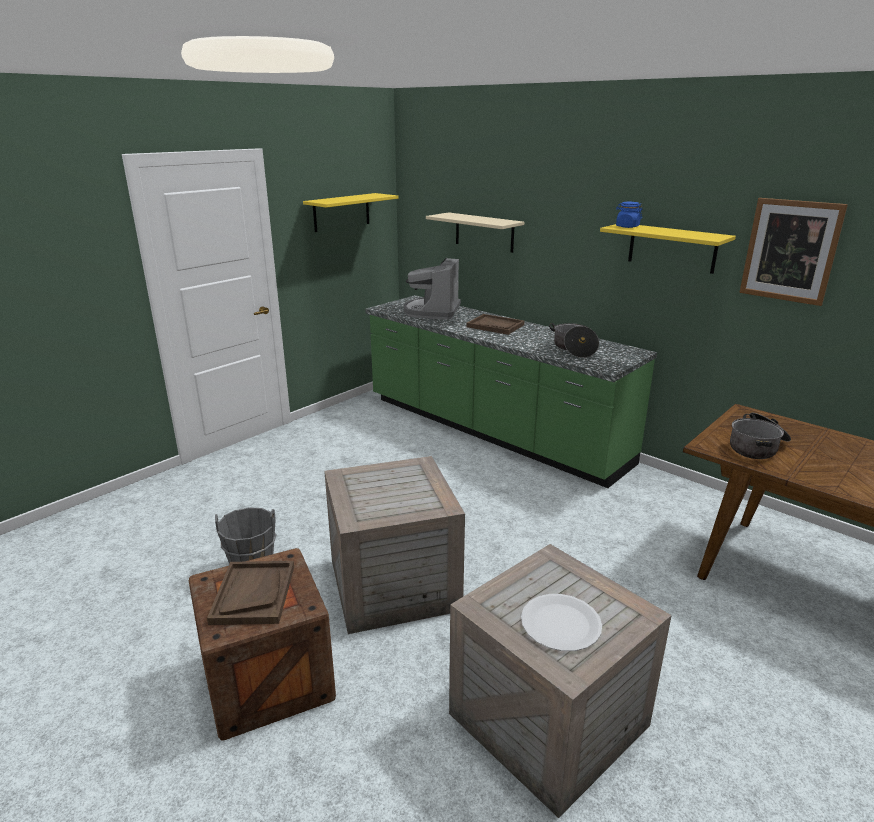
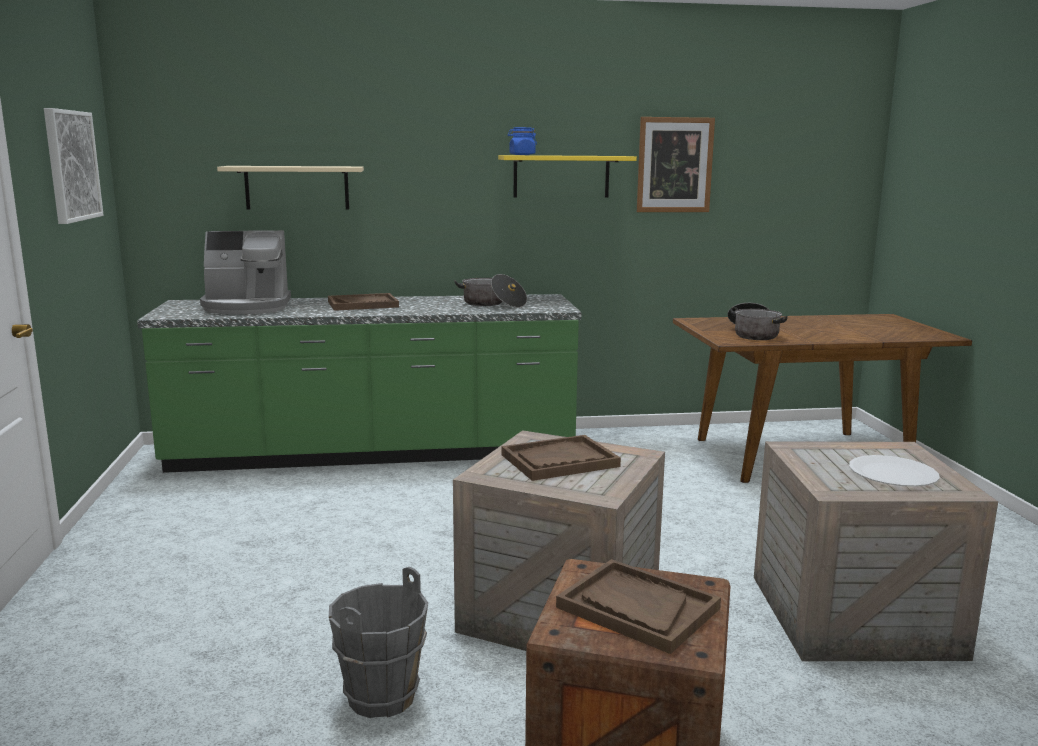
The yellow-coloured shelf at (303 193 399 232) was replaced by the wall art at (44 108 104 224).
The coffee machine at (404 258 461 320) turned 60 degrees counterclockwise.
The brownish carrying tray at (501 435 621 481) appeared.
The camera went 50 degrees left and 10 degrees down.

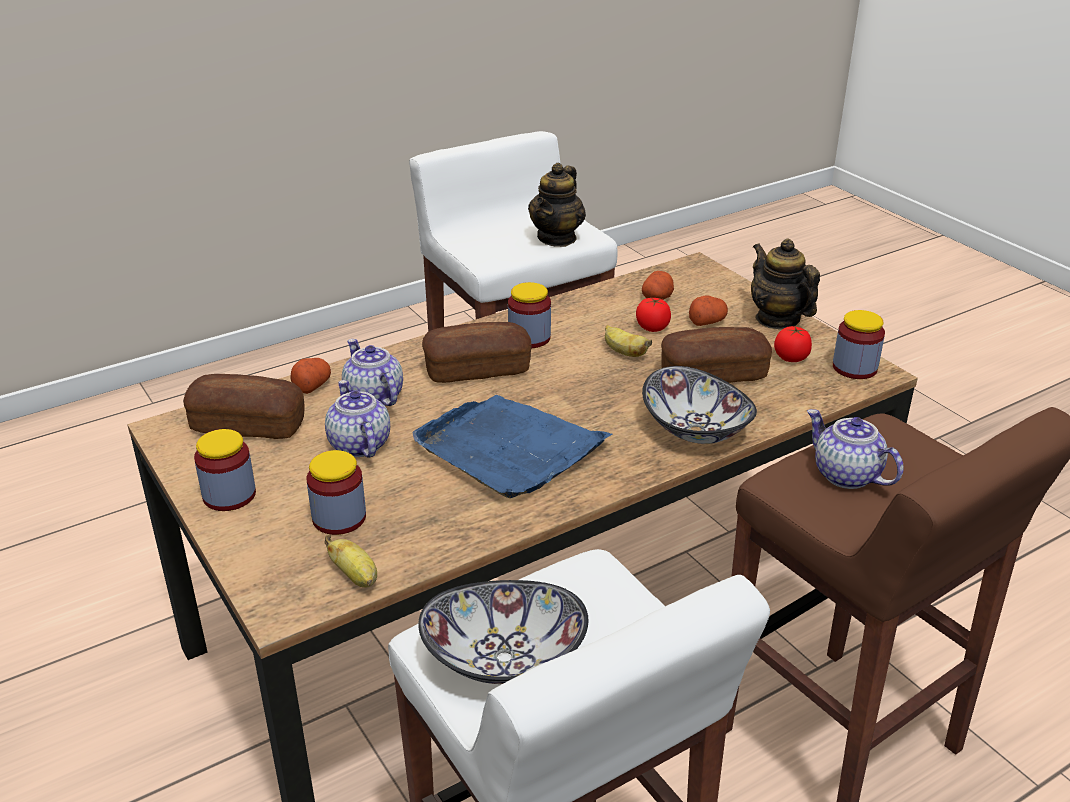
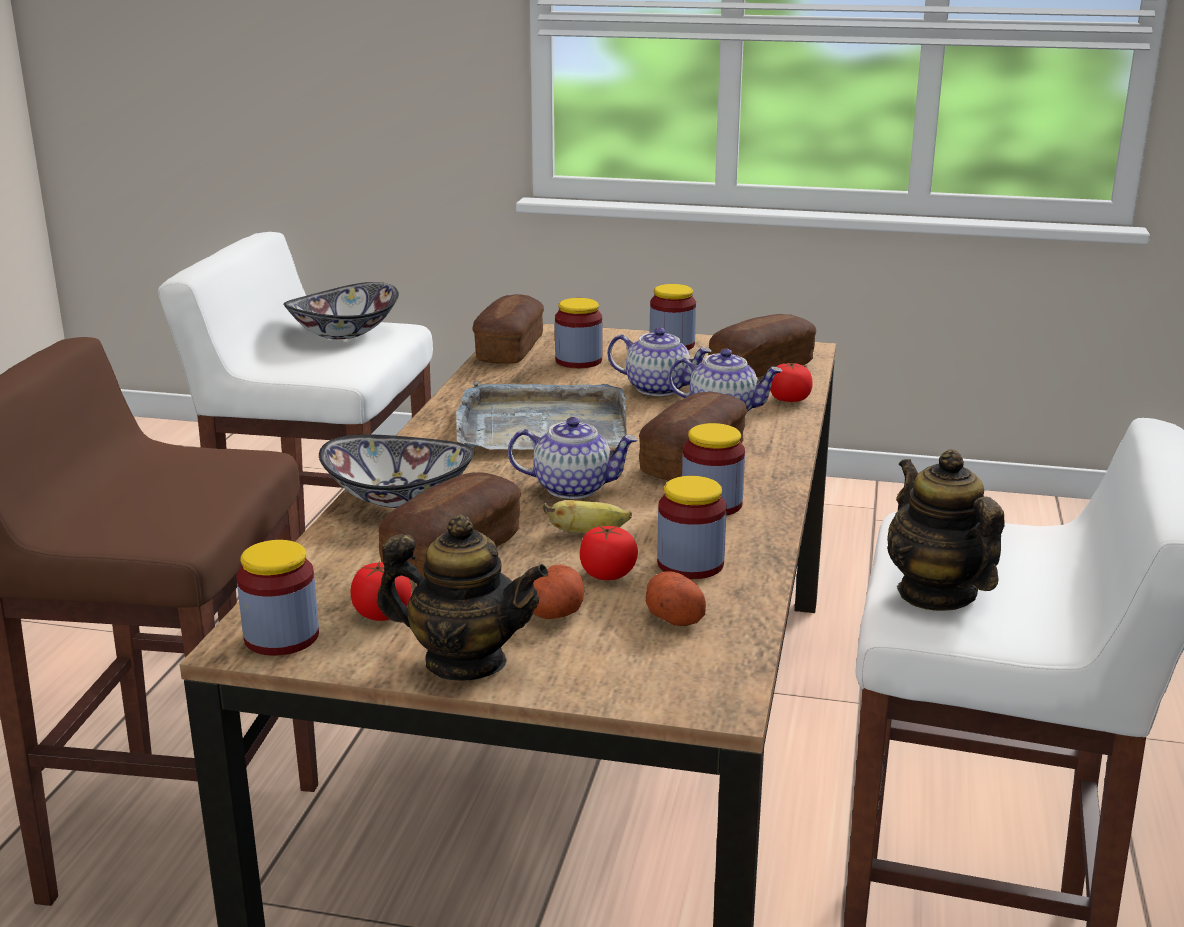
The spud at (290 358 331 394) was replaced by the whole tomato at (770 362 813 402).
The whole banana at (325 535 377 587) was replaced by the bread at (472 294 544 364).
The blue-coloured carrying tray at (413 395 612 498) became the grey carrying tray at (456 381 627 450).
The tea pot moved from (807 409 903 489) to (508 417 638 499).
The preserve jar at (657 476 727 579) appeared.
The camera went 135 degrees right and 10 degrees down.

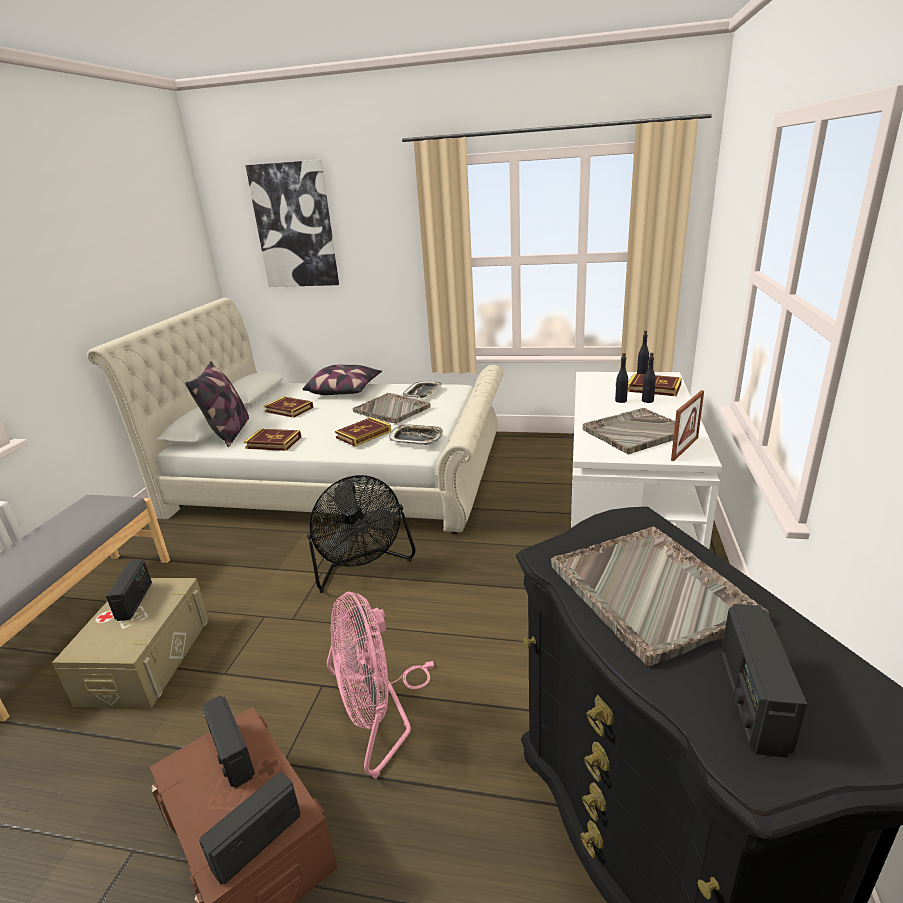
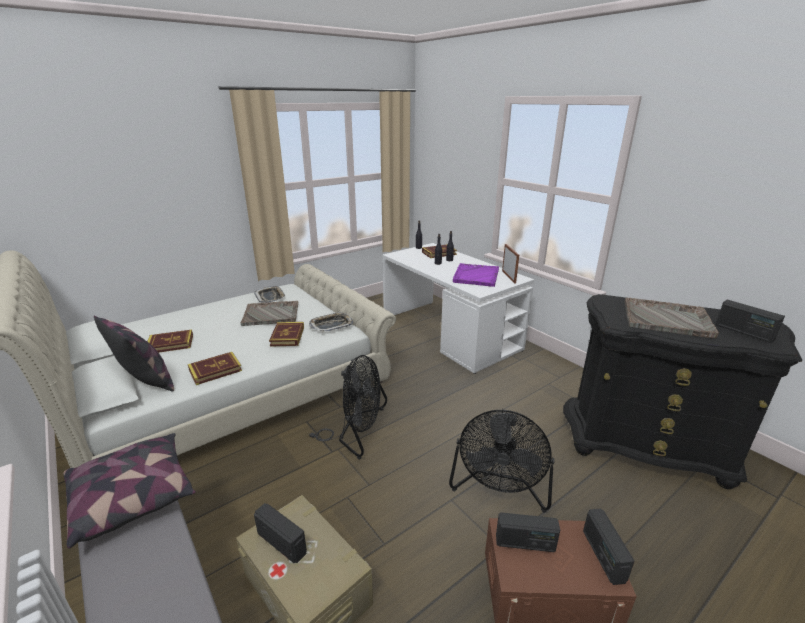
The wall art at (245 160 339 287) disappeared.
The pillow moved from (303 365 382 395) to (63 433 196 549).
The pink electric fan at (327 592 436 779) became the black electric fan at (449 409 555 513).
The grey carrying tray at (583 408 675 455) became the purple-coloured carrying tray at (453 263 499 287).
The camera went 50 degrees left and 0 degrees up.

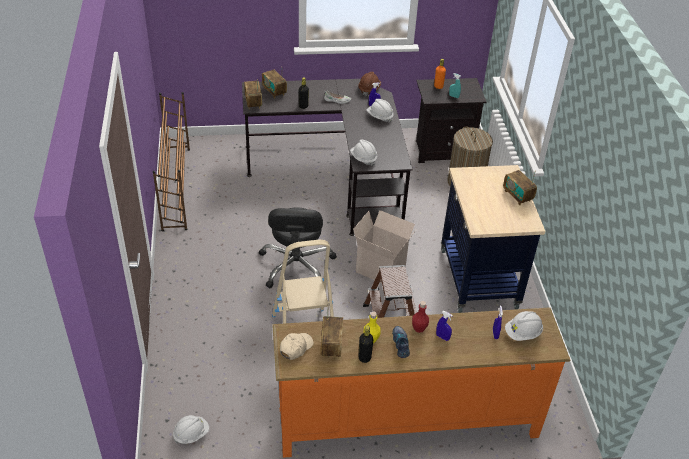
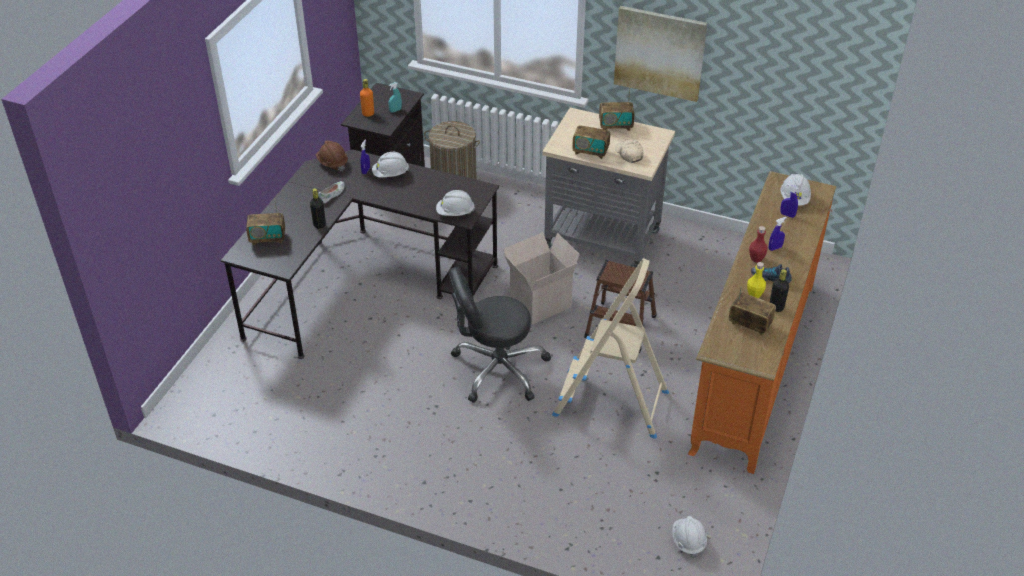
The brownish shoe shelf at (153 92 190 231) disappeared.
The radio moved from (244 79 262 109) to (572 115 610 159).
The black computer chair at (259 207 337 288) turned 135 degrees clockwise.
The beige-coloured baseball cap moved from (280 333 314 360) to (615 139 643 163).
The blue-coloured cart at (441 165 545 313) became the grey cart at (542 108 675 268).
The wall art at (614 6 708 102) appeared.
The camera went 60 degrees left and 0 degrees up.

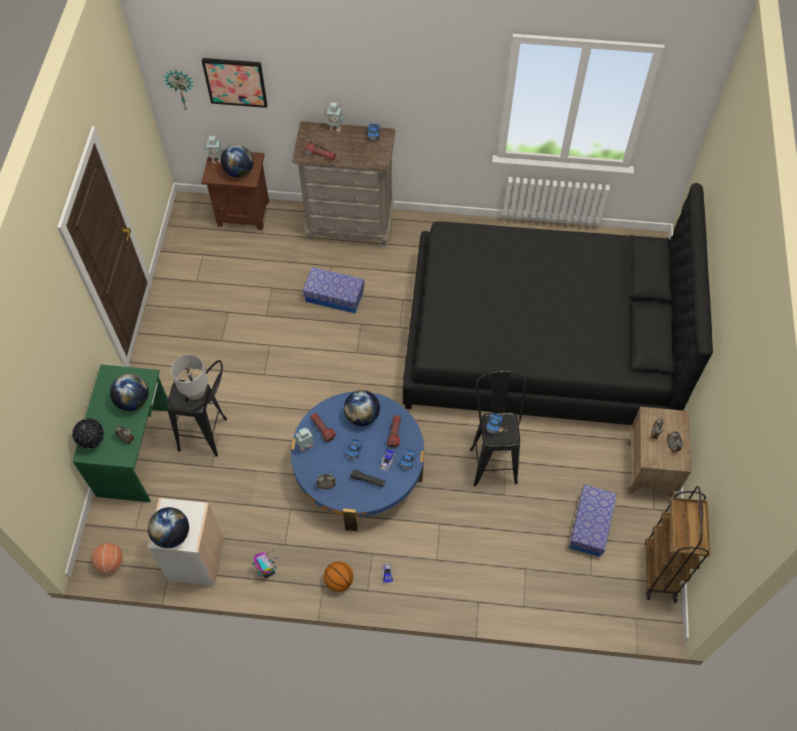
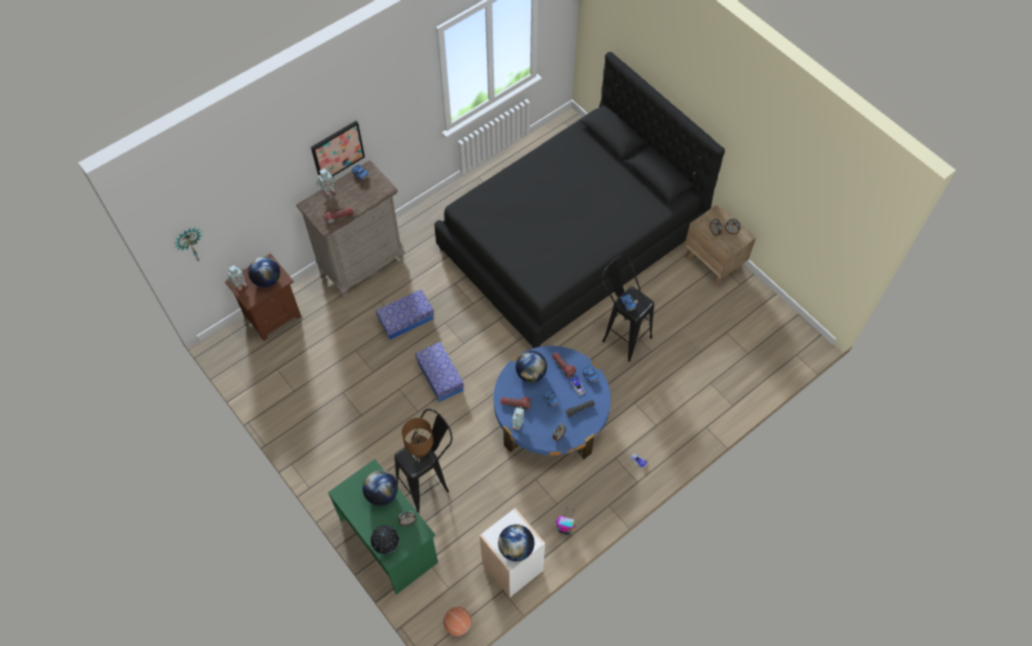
The white lamp for a table at (171 355 208 401) became the brownish lamp for a table at (402 418 433 458).
The wall art moved from (202 58 267 108) to (311 121 365 177).
The basketball at (324 561 353 592) disappeared.
The storage box moved from (569 485 617 557) to (415 342 464 402).
The brownish cart at (645 486 711 603) disappeared.
The camera went 45 degrees left and 0 degrees up.

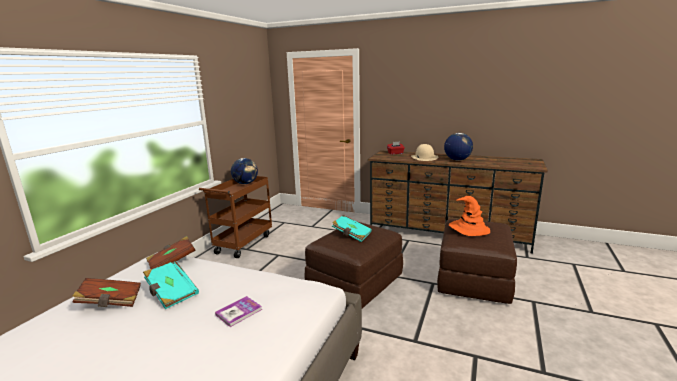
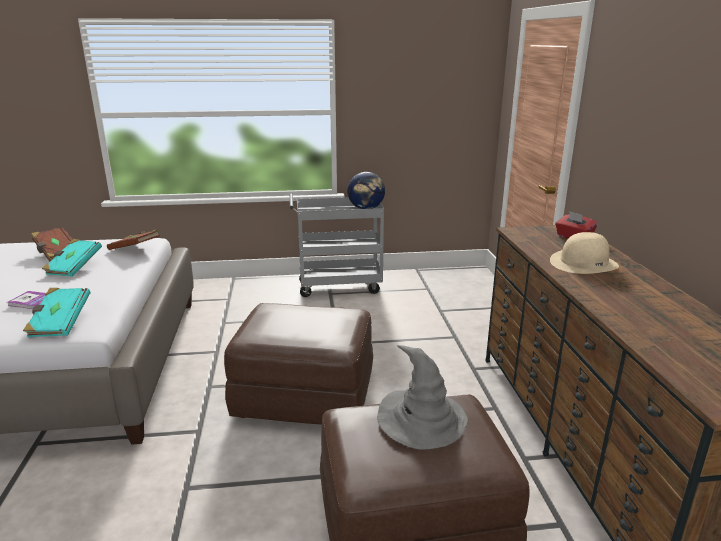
The brownish cart at (199 176 272 258) became the grey cart at (290 193 384 297).
The turquoise book moved from (332 215 372 242) to (23 288 90 337).
The world globe at (444 133 473 161) disappeared.
The orangey wearable hat at (449 196 490 236) became the grey wearable hat at (377 345 468 449).
The camera went 60 degrees right and 5 degrees up.

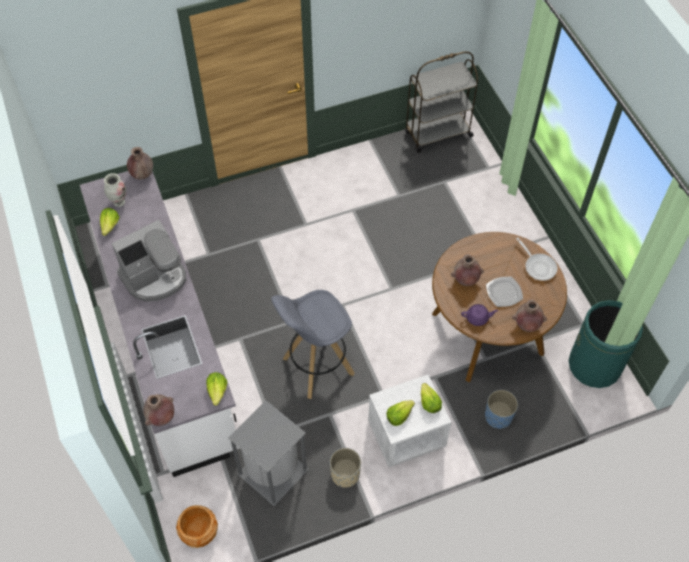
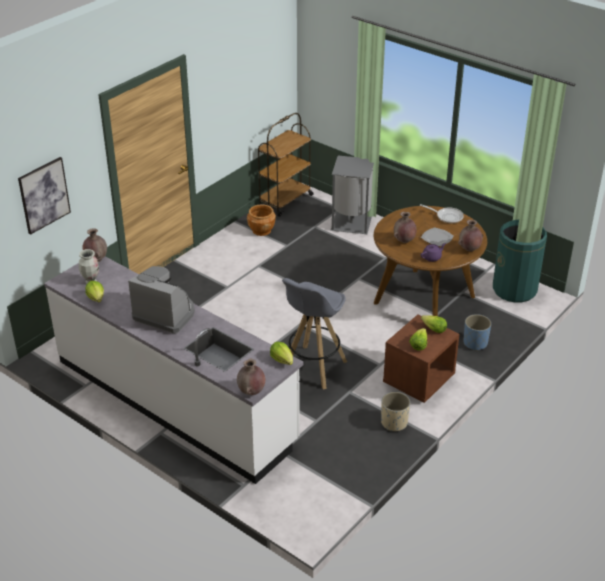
The coffee machine at (111 220 186 302) turned 90 degrees counterclockwise.
The brownish flower pot moved from (176 505 218 548) to (247 204 276 236).
The grey rubbish bin moved from (228 400 309 506) to (330 156 374 234).
The white nightstand at (368 374 452 467) became the brownish nightstand at (383 315 459 403).
The grey cart at (404 51 478 153) became the brownish cart at (258 113 314 217).
The wall art at (18 157 71 235) appeared.
The camera went 30 degrees left and 20 degrees down.

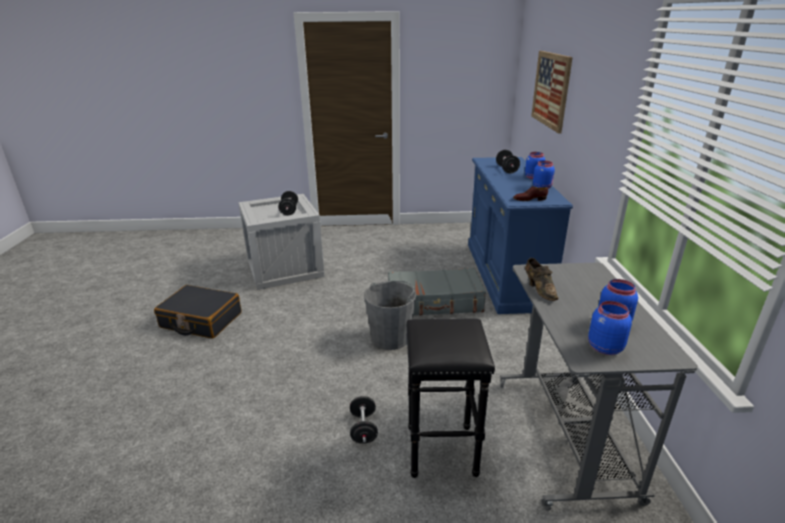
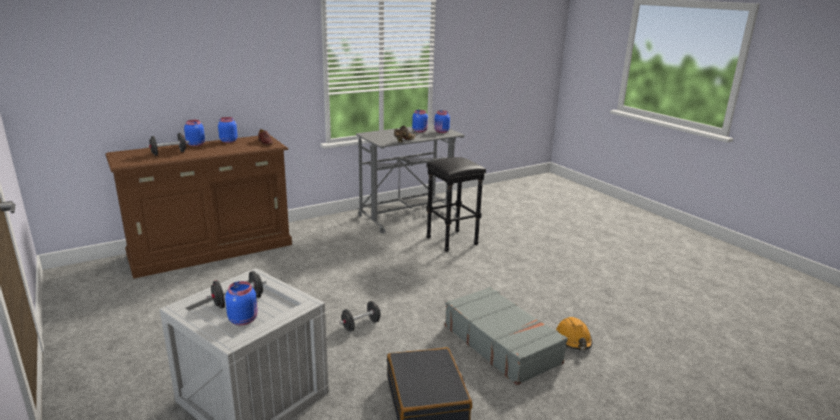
The black dumbbell moved from (350 396 378 444) to (339 301 381 331).
The grey water bucket at (364 281 416 350) disappeared.
The grey travel case moved from (388 268 486 316) to (445 287 568 385).
The blue-coloured cupboard at (468 157 573 314) became the brownish cupboard at (105 135 292 279).
The wall art at (531 51 573 133) disappeared.
The blue-coloured preserve jar at (225 281 258 325) appeared.
The orangey hard hat at (556 317 593 350) appeared.
The camera went 120 degrees left and 5 degrees down.

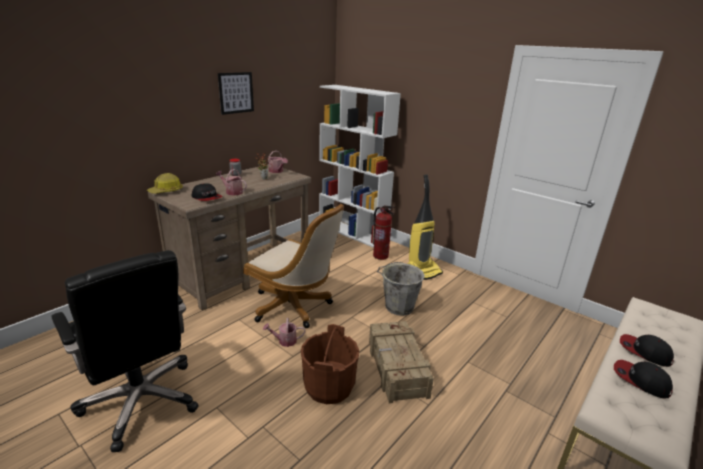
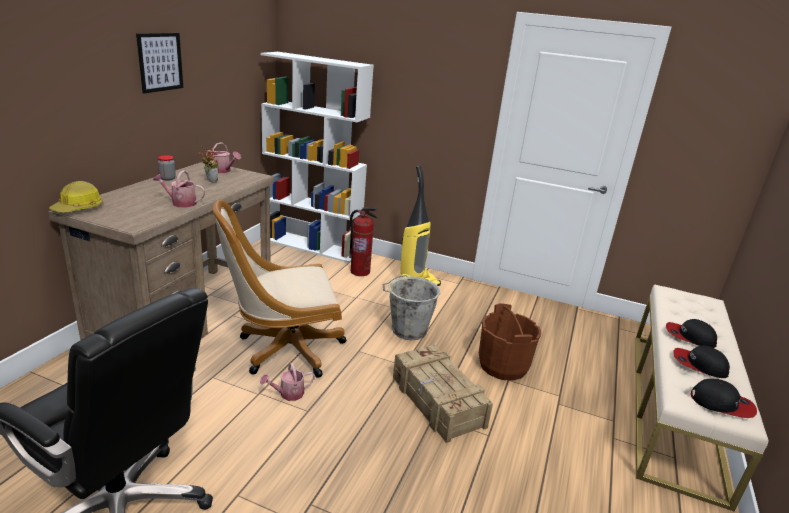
The baseball cap moved from (192 184 223 201) to (691 379 757 418).
The computer chair at (243 204 344 328) turned 150 degrees clockwise.
The brownish water bucket moved from (301 324 359 404) to (479 303 541 381).
The camera went 20 degrees left and 0 degrees up.

